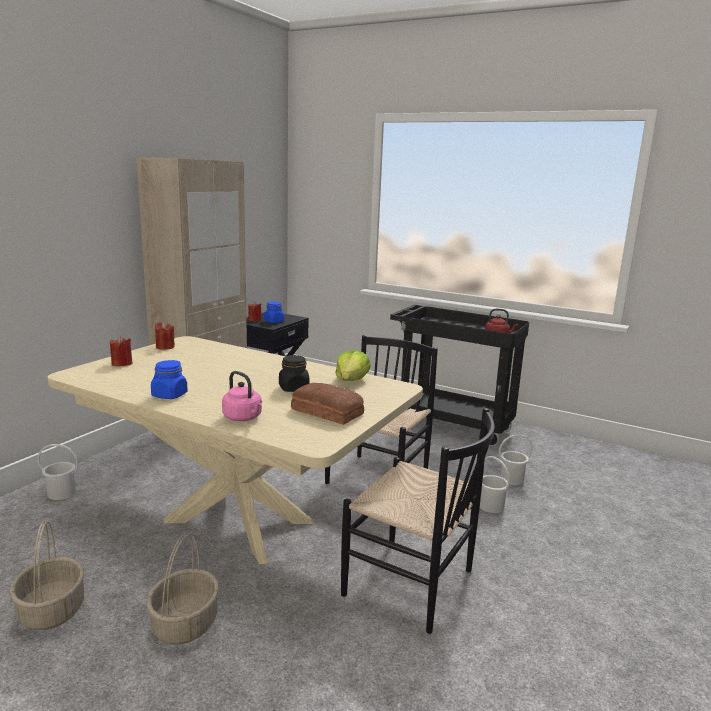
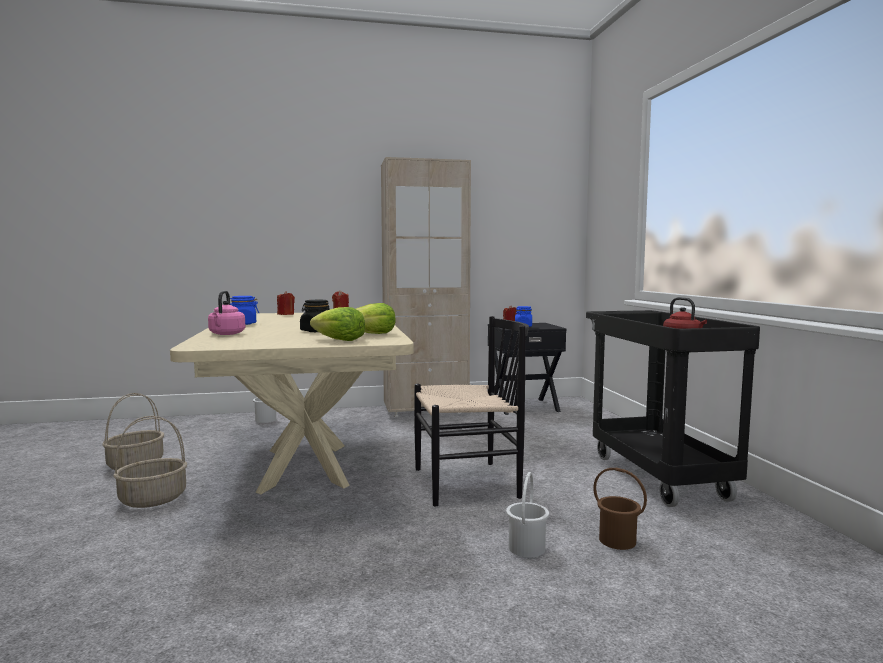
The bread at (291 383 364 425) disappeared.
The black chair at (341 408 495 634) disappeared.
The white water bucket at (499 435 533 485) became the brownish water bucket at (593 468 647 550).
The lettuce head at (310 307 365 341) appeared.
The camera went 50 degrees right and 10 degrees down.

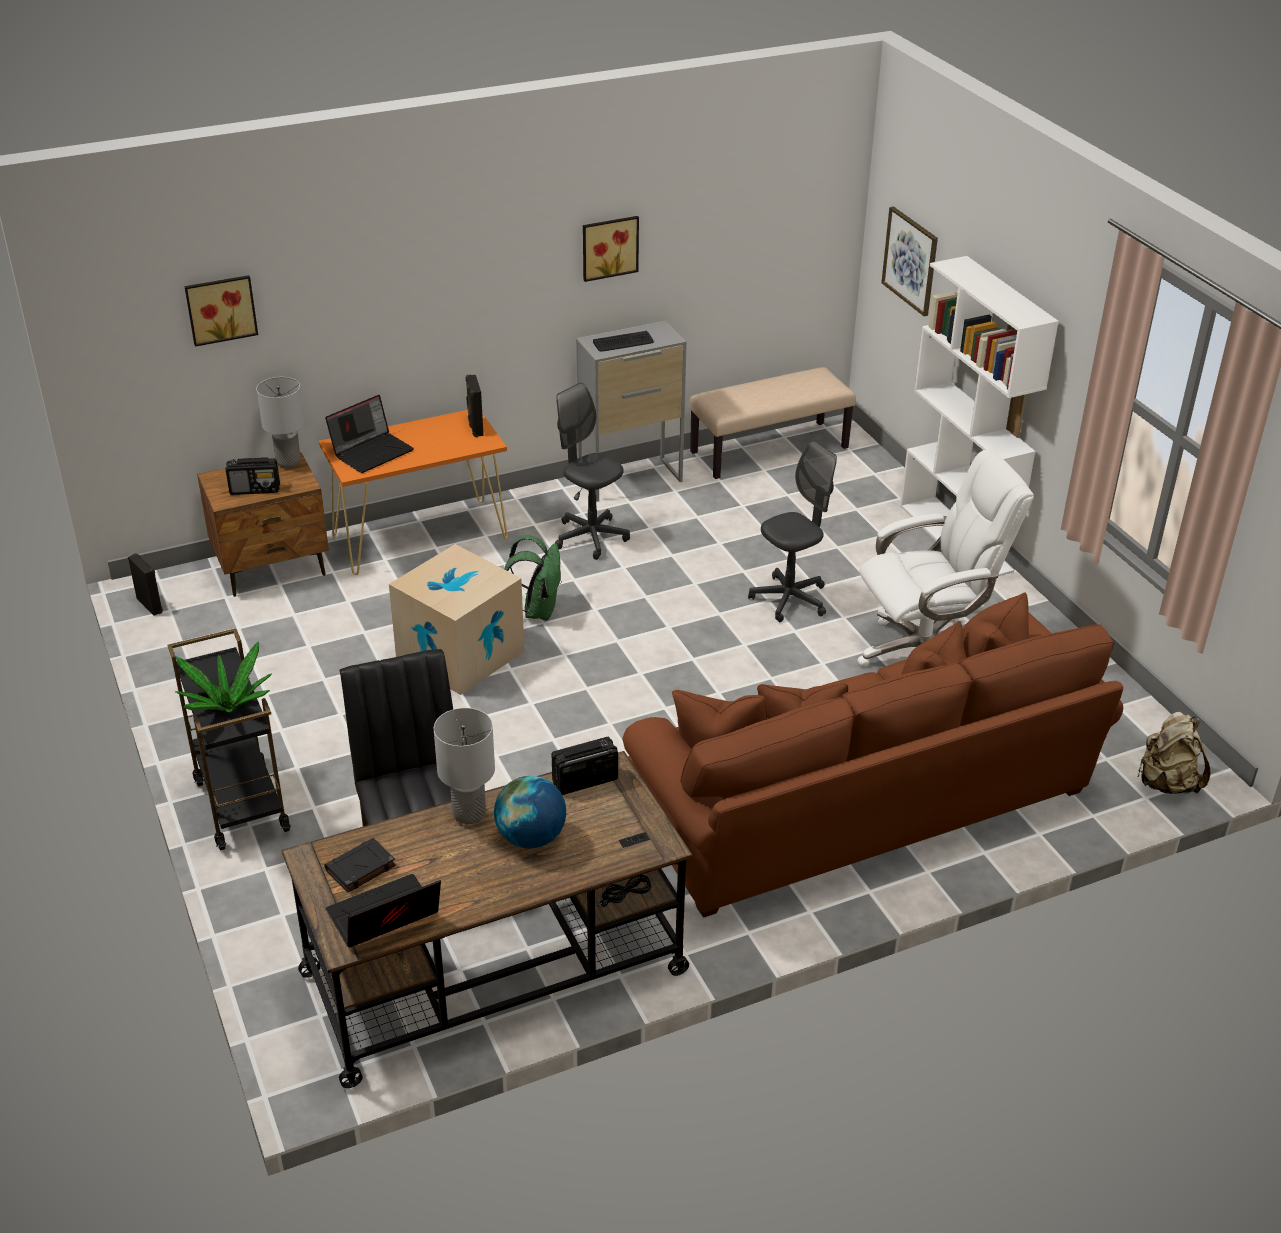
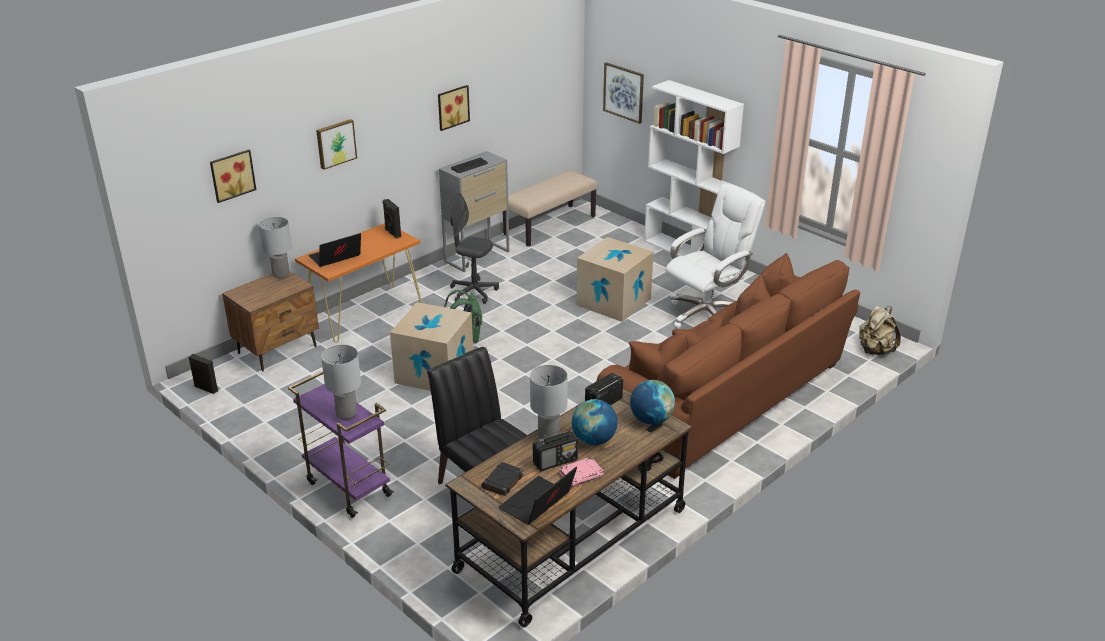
The black cart at (167 628 291 850) became the purple-coloured cart at (288 371 394 518).
The plant in a pot at (175 641 272 712) was replaced by the grey lamp for a table at (321 345 361 420).
The radio moved from (226 458 280 495) to (533 431 578 471).
The notebook computer at (325 395 414 473) turned 150 degrees counterclockwise.
The grey computer chair at (748 441 837 622) was replaced by the carton at (577 237 654 322).
The wall art at (316 119 357 170) appeared.
The pink book at (559 457 604 487) appeared.
The world globe at (630 380 675 425) appeared.
The camera went 20 degrees left and 5 degrees down.

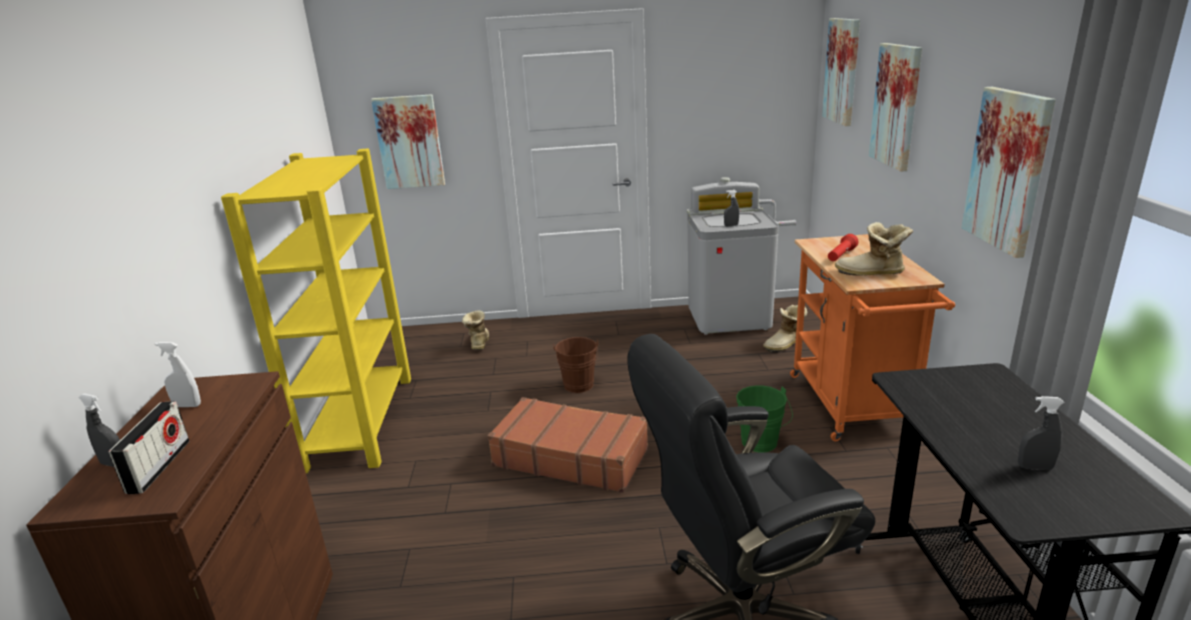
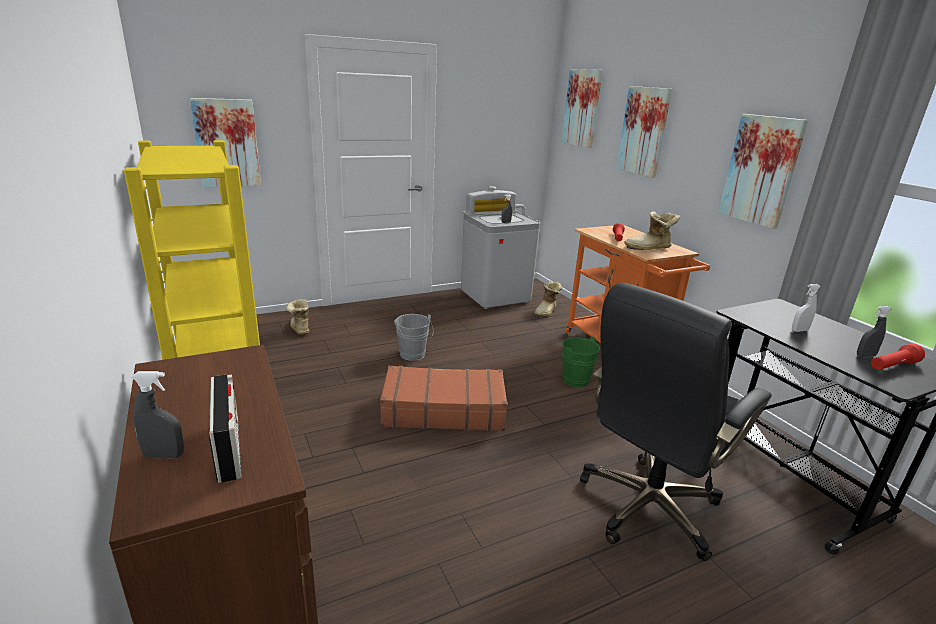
The white sprayer moved from (155 342 201 407) to (792 284 821 332).
The brownish water bucket at (553 337 599 393) became the grey water bucket at (394 314 434 361).
The reddish torch at (871 343 925 370) appeared.
The camera went 25 degrees left and 0 degrees up.

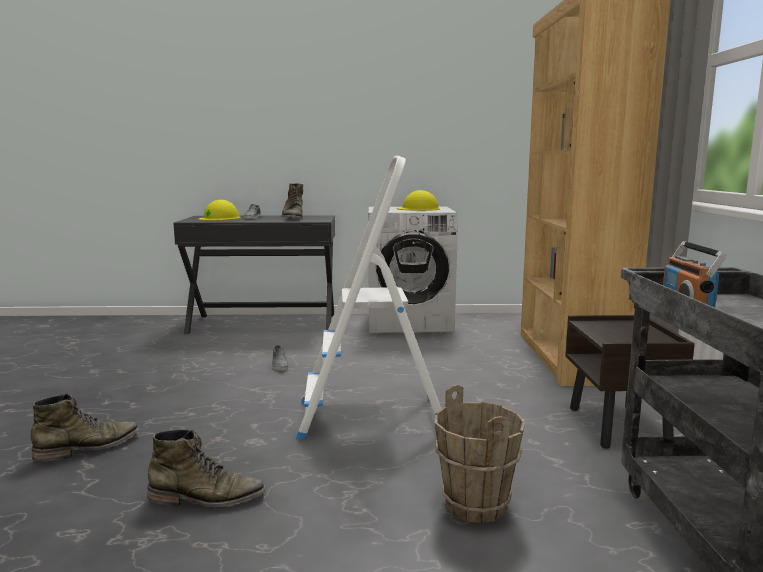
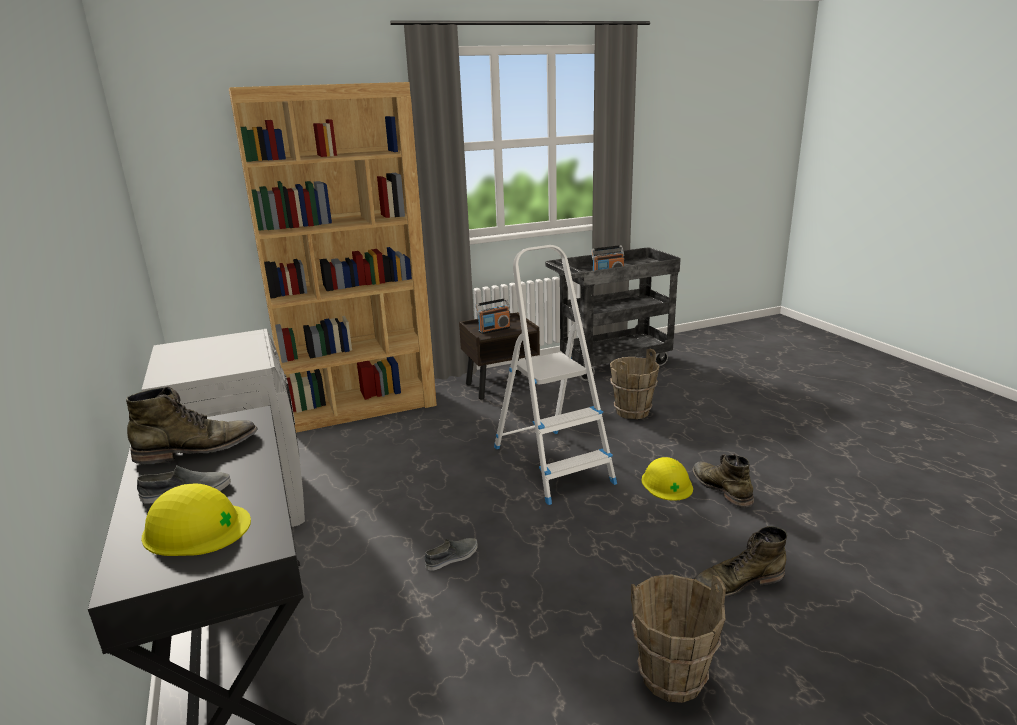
The greenish tall boot at (31 393 139 461) turned 45 degrees counterclockwise.
The yellow-coloured hard hat moved from (397 190 440 211) to (642 457 693 501).
The radio at (475 298 511 334) appeared.
The brownish water bucket at (631 574 726 703) appeared.
The camera went 110 degrees left and 10 degrees up.

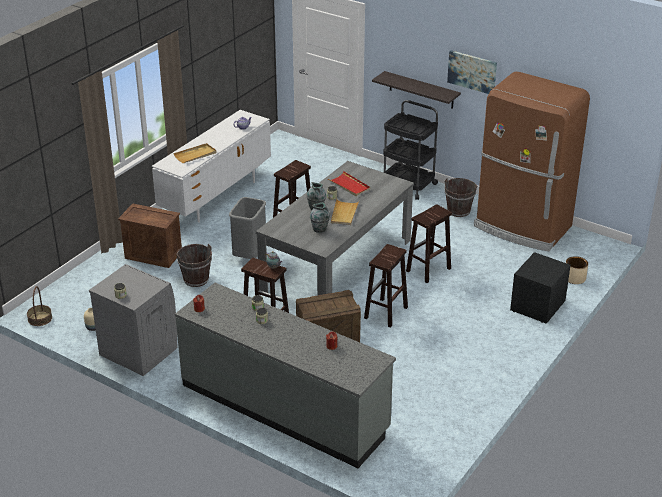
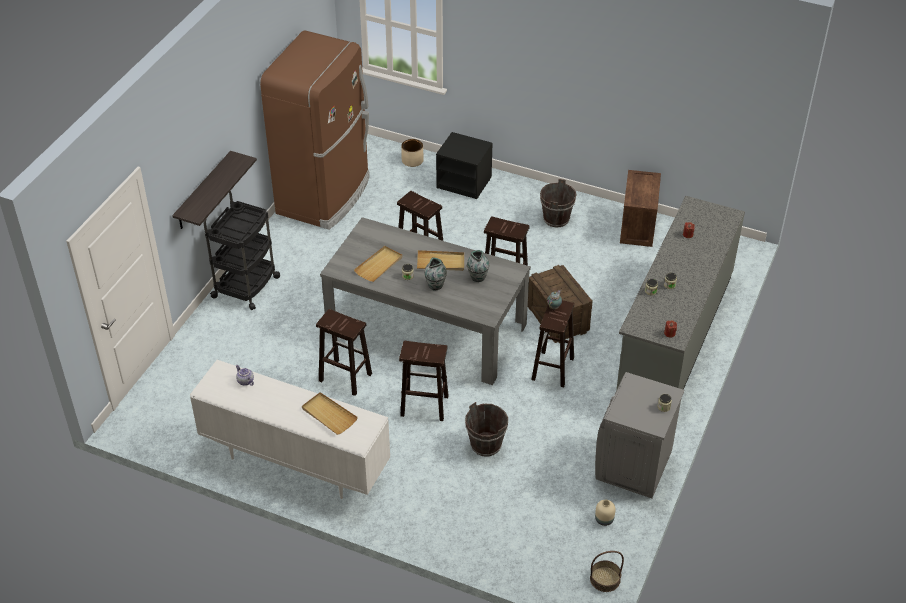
The packing crate moved from (118 203 182 268) to (620 170 661 247).
The grey rubbish bin at (229 197 266 259) was replaced by the brownish stool at (399 341 449 421).
The reddish carrying tray at (328 171 370 196) became the beige-coloured carrying tray at (354 246 403 282).
The brownish water bucket moved from (444 178 478 217) to (540 179 576 227).
The wall art at (447 50 497 94) disappeared.
The camera went 100 degrees left and 10 degrees up.

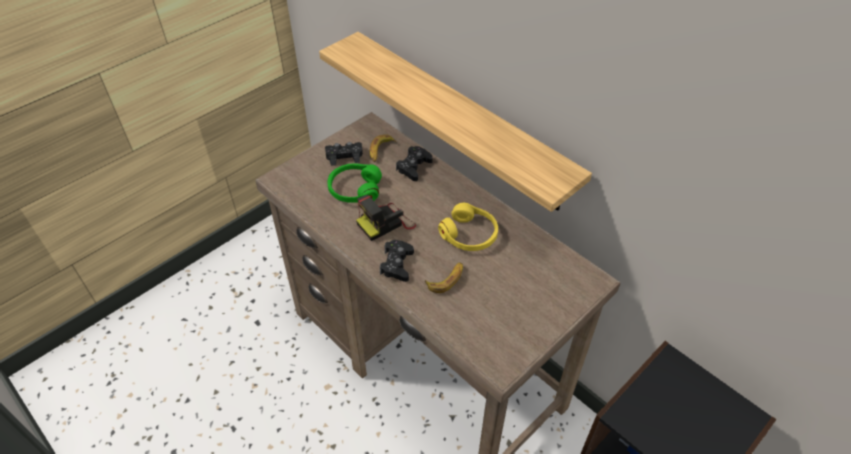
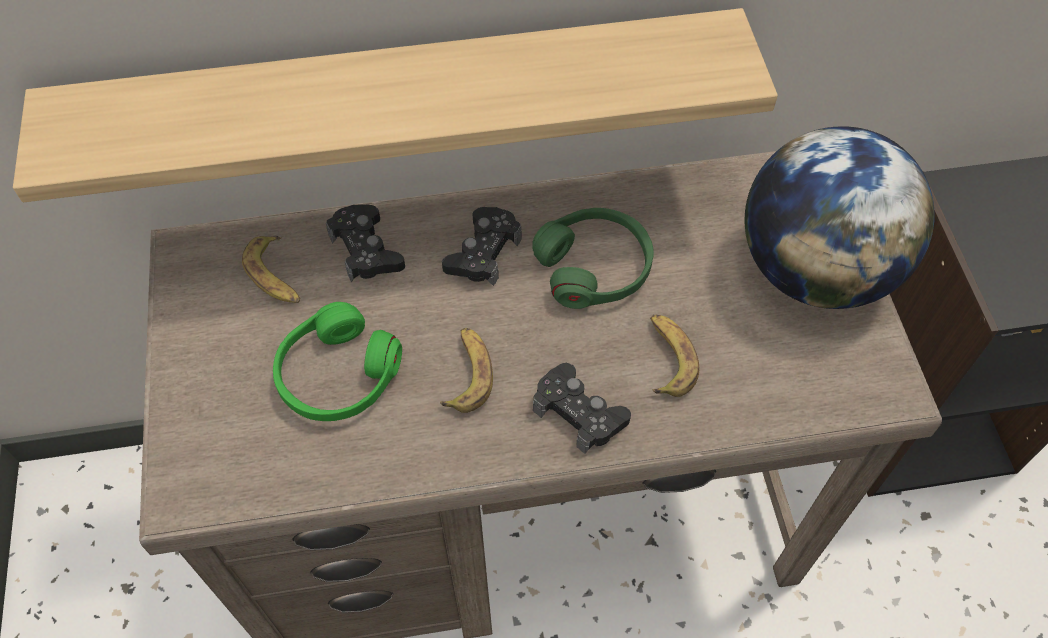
The black joypad moved from (325 142 363 166) to (442 207 522 286).
The still camera at (356 195 416 241) was replaced by the whole banana at (440 328 493 413).
The yellow-coloured headphones at (438 203 498 251) became the greenish headphones at (532 208 654 309).
The world globe at (745 126 935 309) appeared.
The camera went 55 degrees left and 10 degrees up.

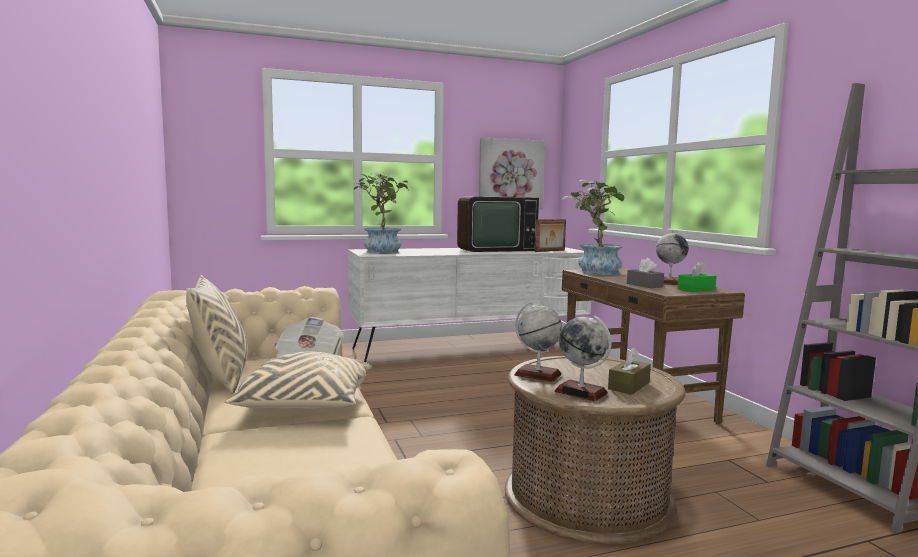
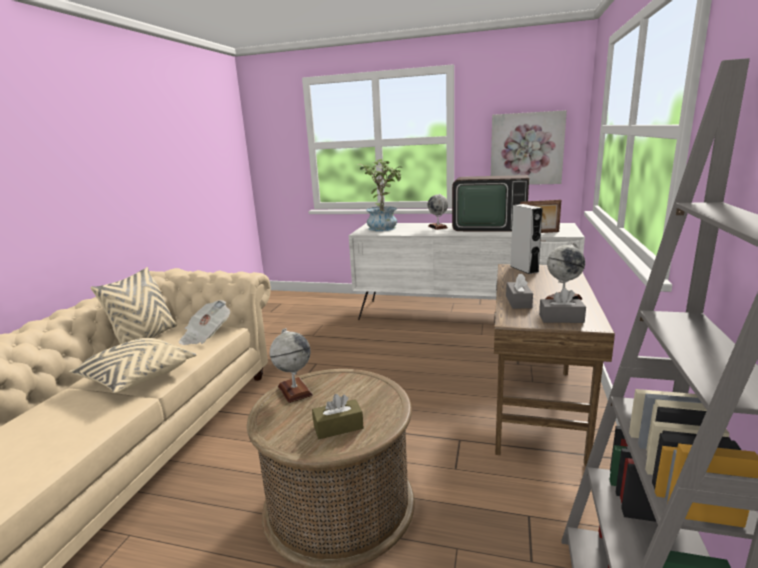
The world globe moved from (554 316 612 401) to (428 194 448 230).
The plant in a pot at (562 180 630 275) was replaced by the grey speaker at (510 204 543 274).
The greenish tissue holder at (677 261 717 292) became the grey tissue holder at (539 288 586 323).
The camera went 35 degrees right and 10 degrees up.

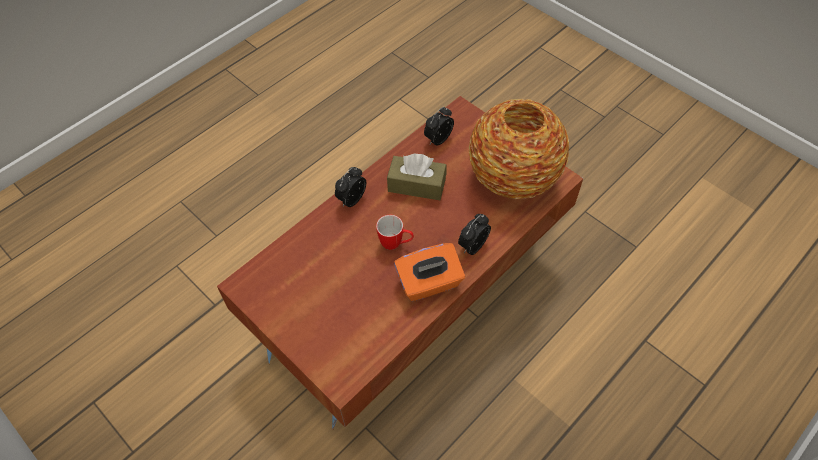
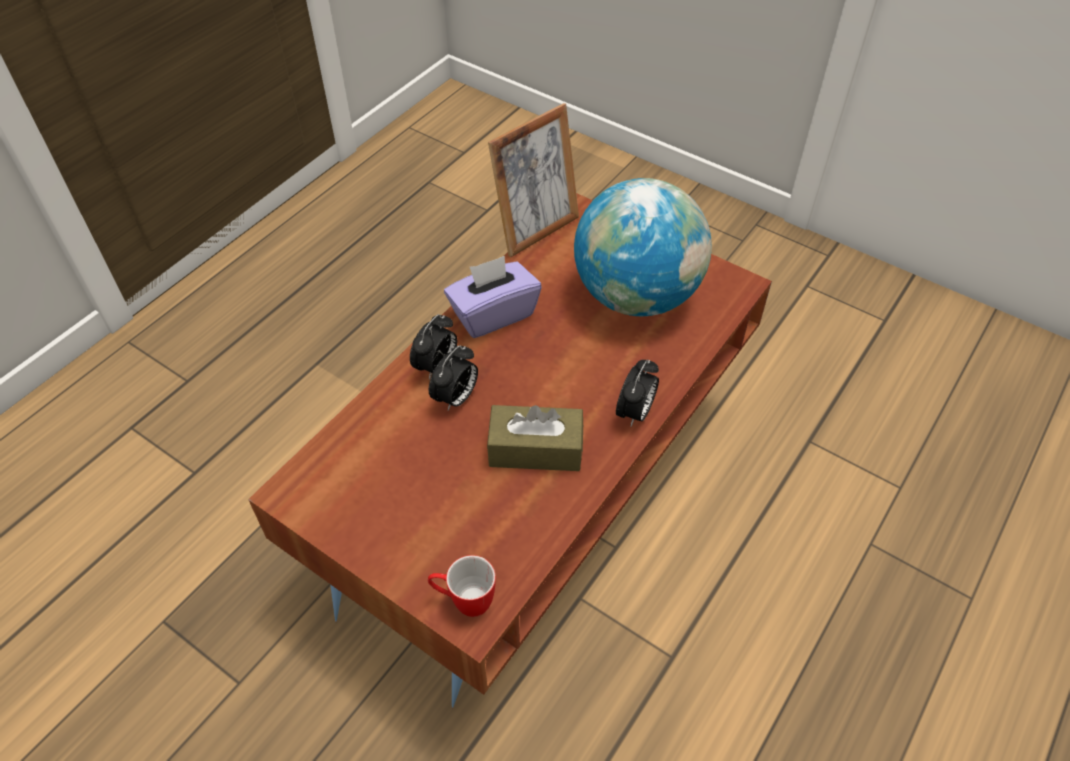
The mug moved from (376 215 414 250) to (428 555 496 617).
The orangey tissue holder at (394 243 465 301) became the purple-coloured tissue holder at (444 256 541 338).
The bedside clock moved from (424 107 454 146) to (429 346 478 411).
The flower vase at (469 99 570 199) disappeared.
The photo frame at (488 103 579 257) appeared.
The world globe at (574 178 712 316) appeared.
The camera went 170 degrees right and 5 degrees down.

